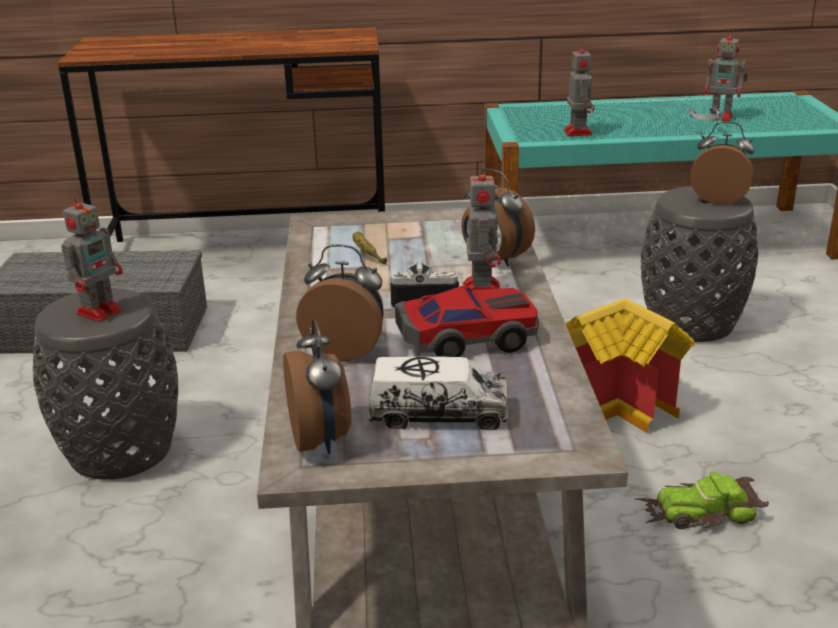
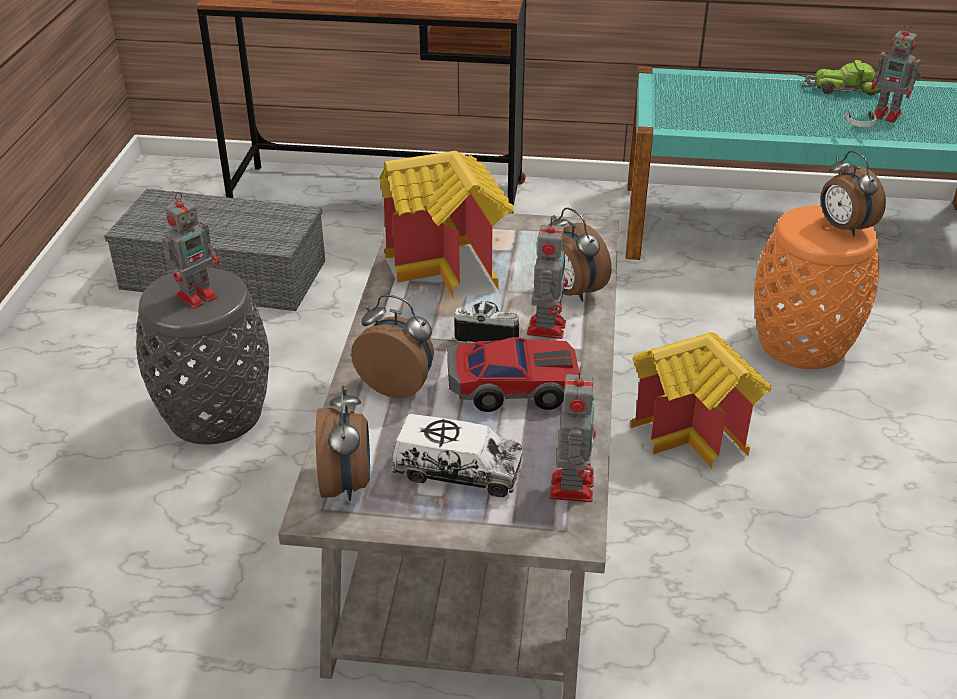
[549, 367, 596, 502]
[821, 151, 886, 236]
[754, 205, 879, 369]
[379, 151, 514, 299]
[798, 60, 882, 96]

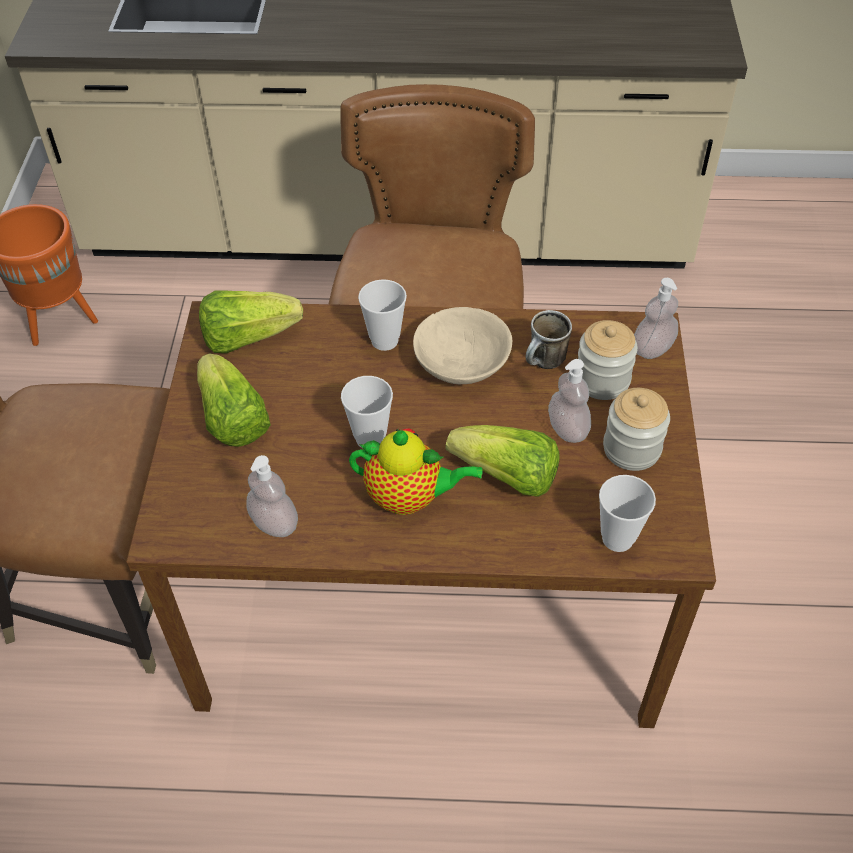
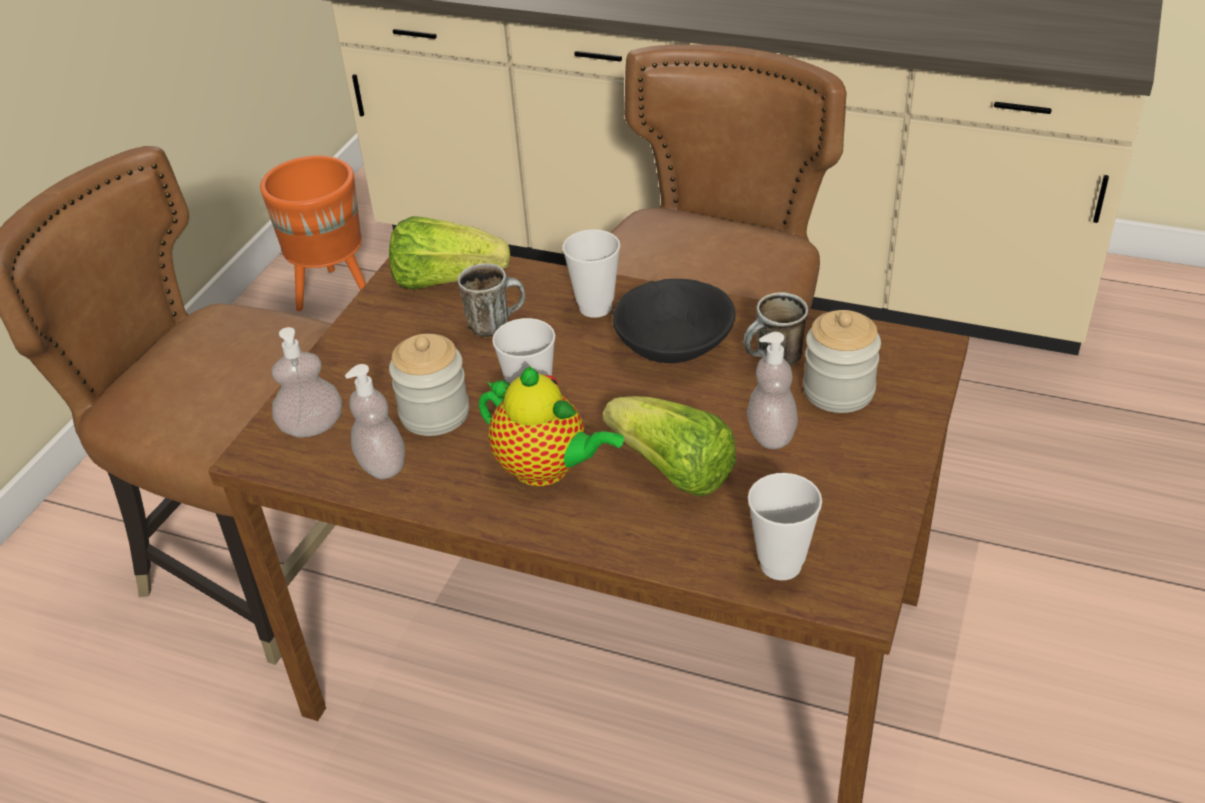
[272, 327, 342, 438]
[613, 279, 736, 363]
[197, 353, 271, 447] (first image)
[389, 334, 469, 436]
[458, 263, 525, 337]

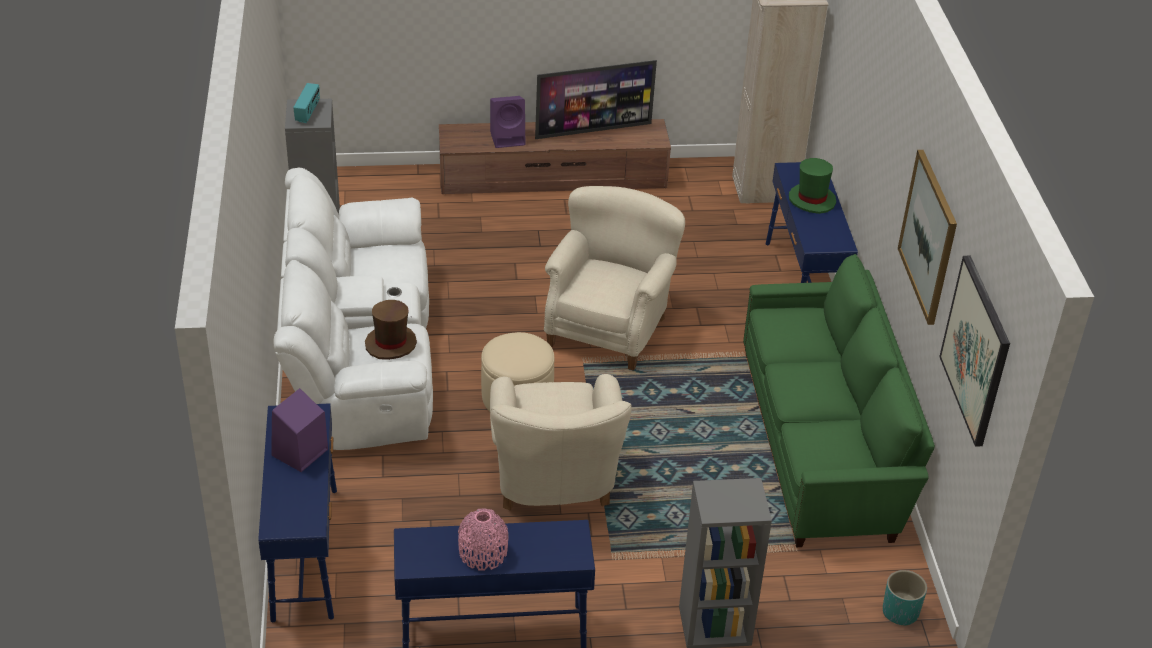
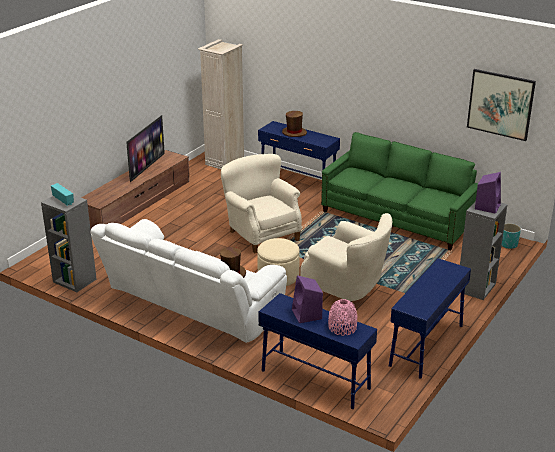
[475, 172, 501, 214]
[898, 150, 957, 325] (first image)
[282, 111, 307, 137]
[328, 299, 357, 336]

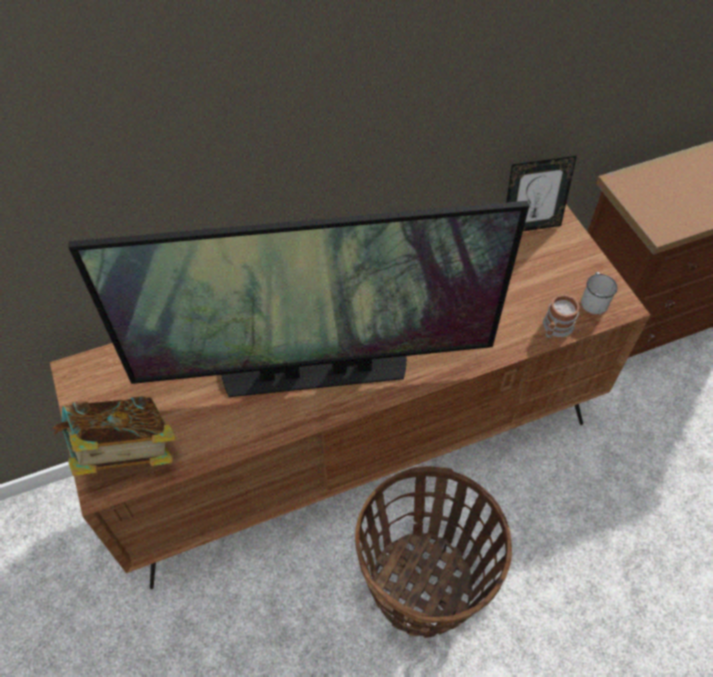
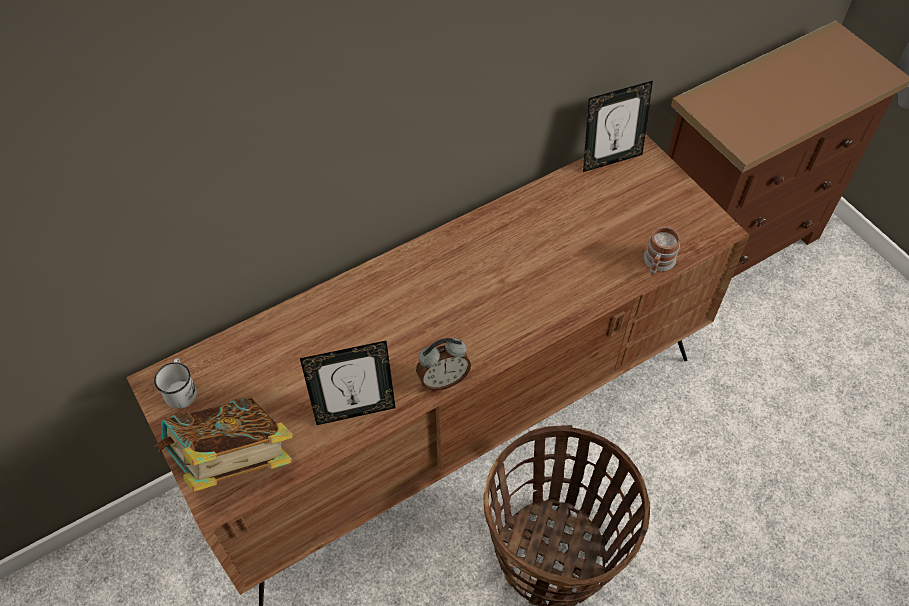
[68, 201, 529, 397] (first image)
[154, 358, 197, 409]
[416, 338, 471, 391]
[300, 341, 395, 425]

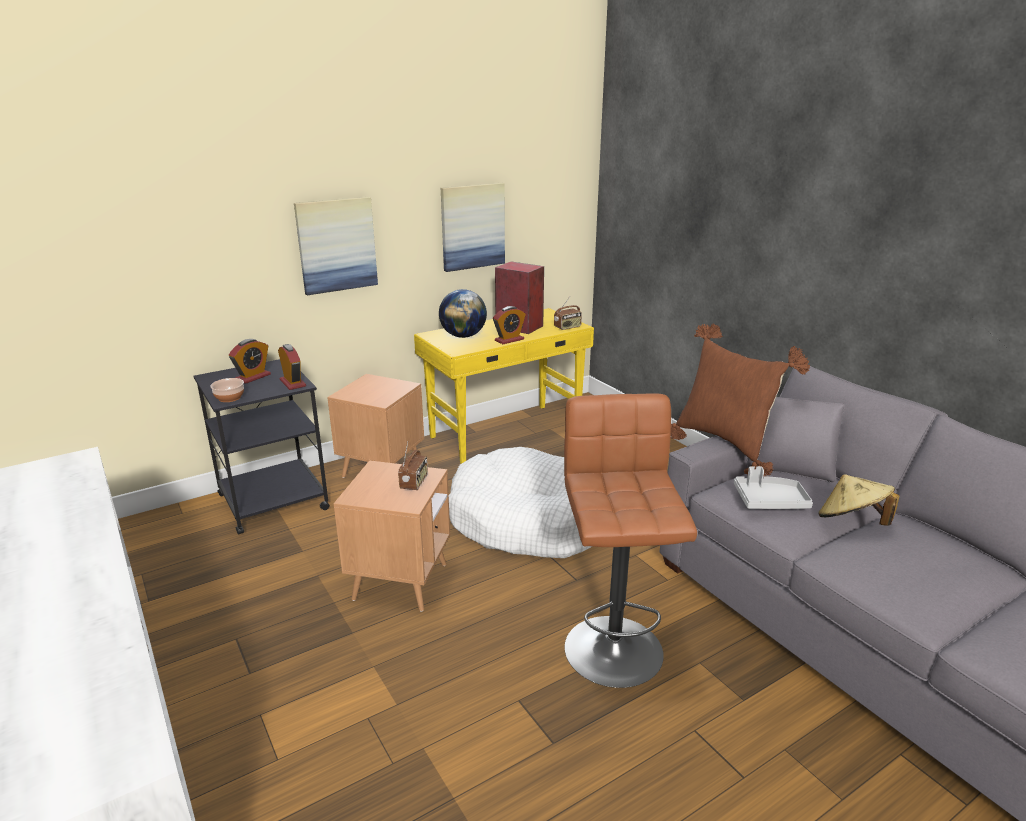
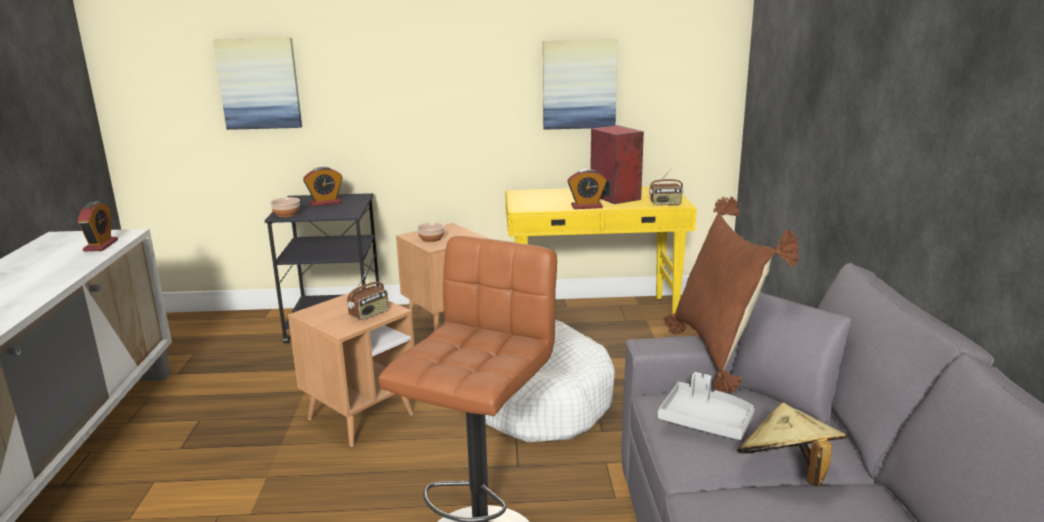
[213, 38, 302, 130]
[439, 289, 487, 338] (first image)
[78, 202, 118, 252]
[417, 223, 444, 242]

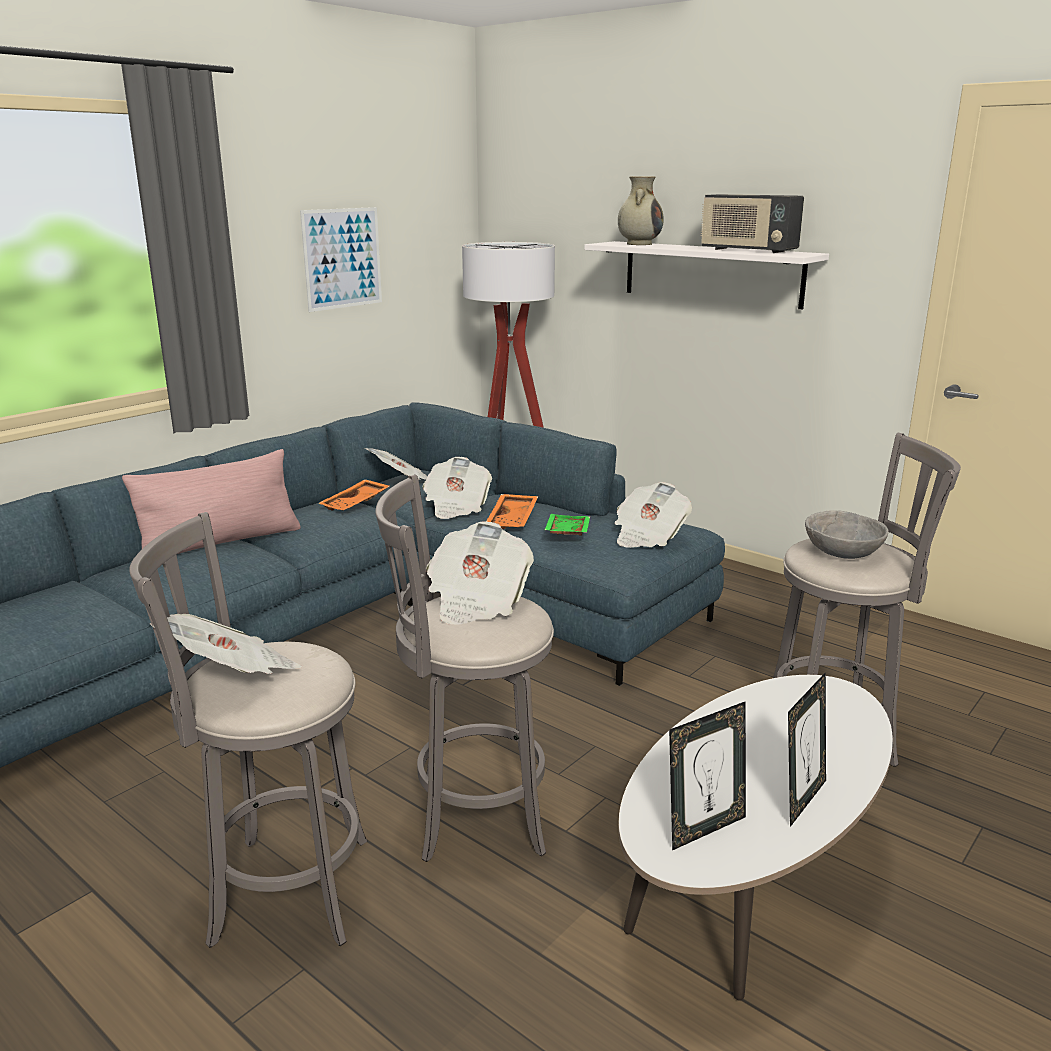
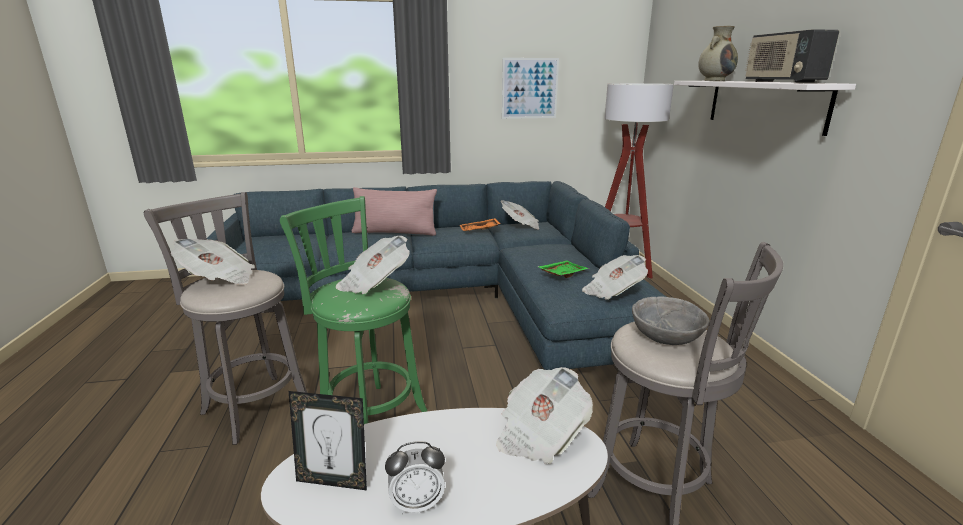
[496, 367, 593, 464]
[280, 196, 427, 424]
[486, 494, 538, 529] (first image)
[385, 441, 445, 514]

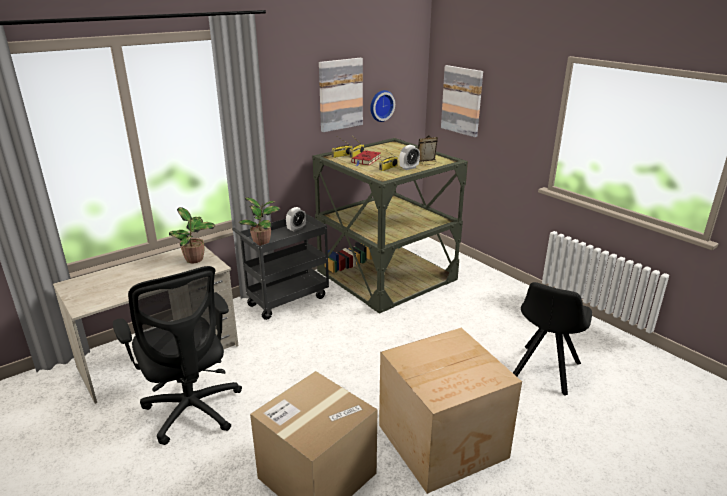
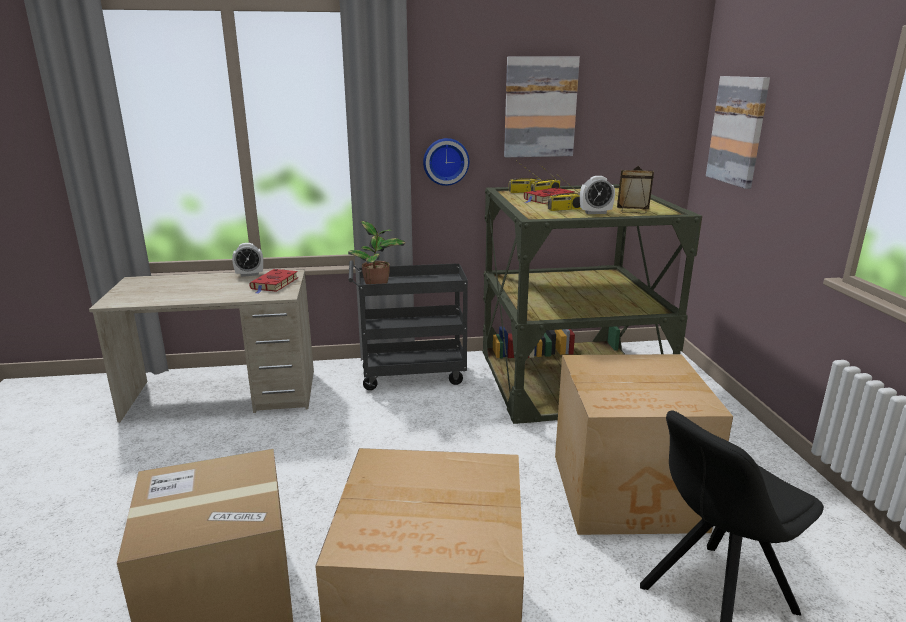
[423, 138, 469, 186]
[250, 269, 298, 293]
[232, 243, 263, 277]
[113, 266, 242, 445] (first image)
[555, 354, 733, 535]

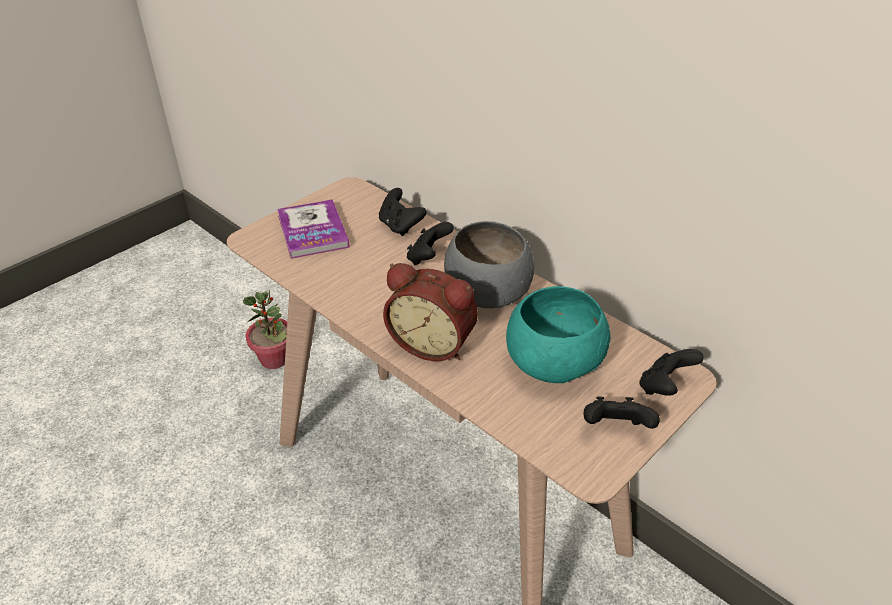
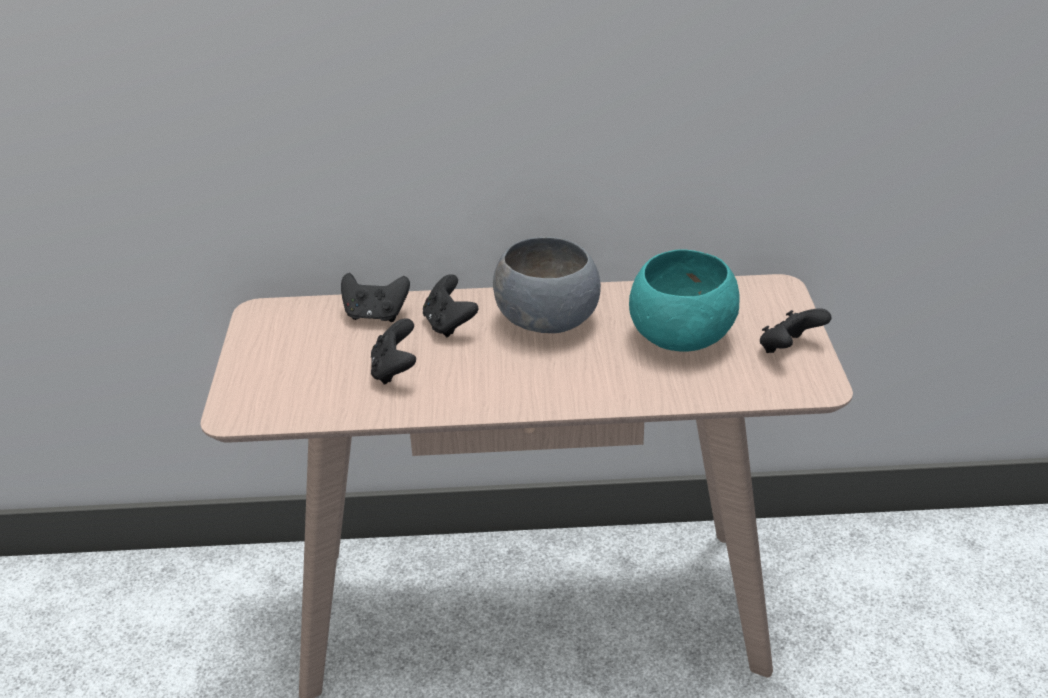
[277, 199, 350, 259] (first image)
[383, 263, 478, 361] (first image)
[243, 290, 287, 369] (first image)
[371, 318, 416, 385]

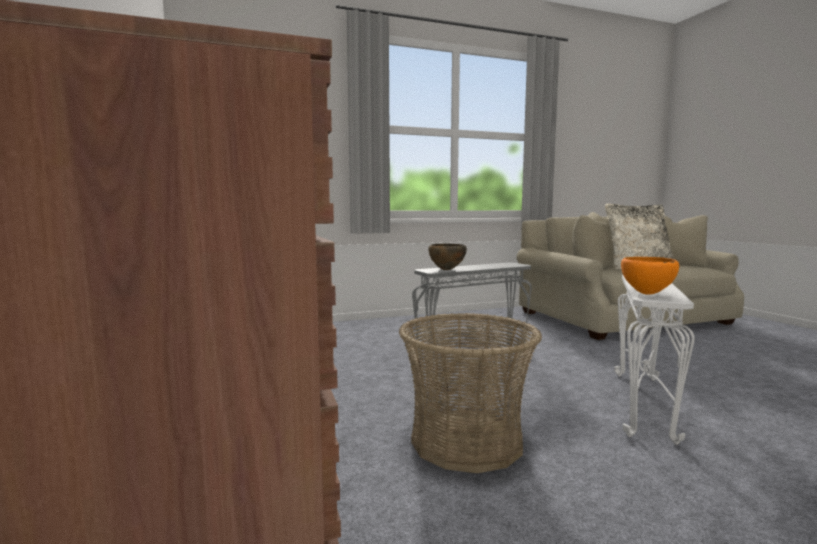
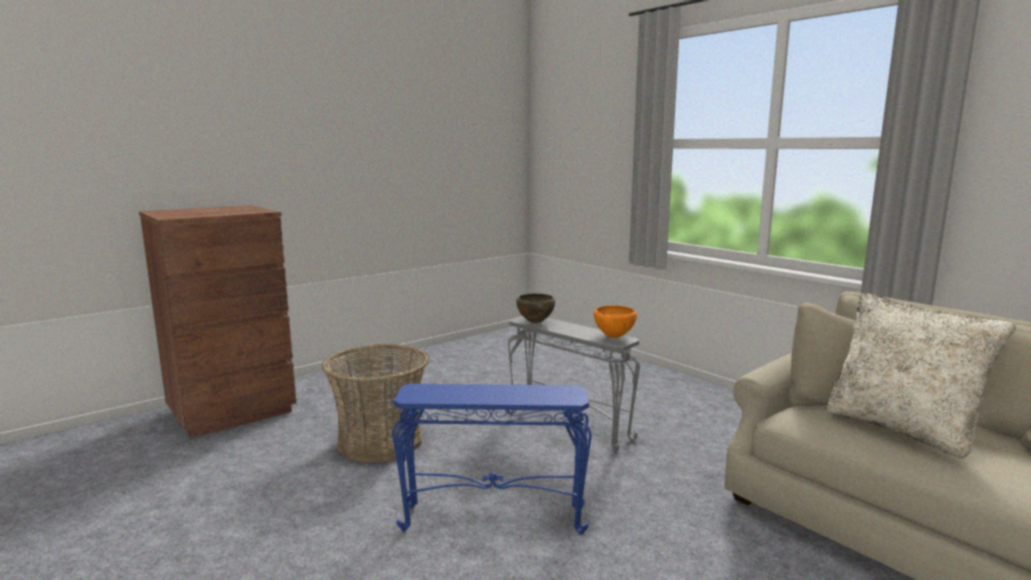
[594, 305, 637, 338]
[392, 384, 592, 535]

